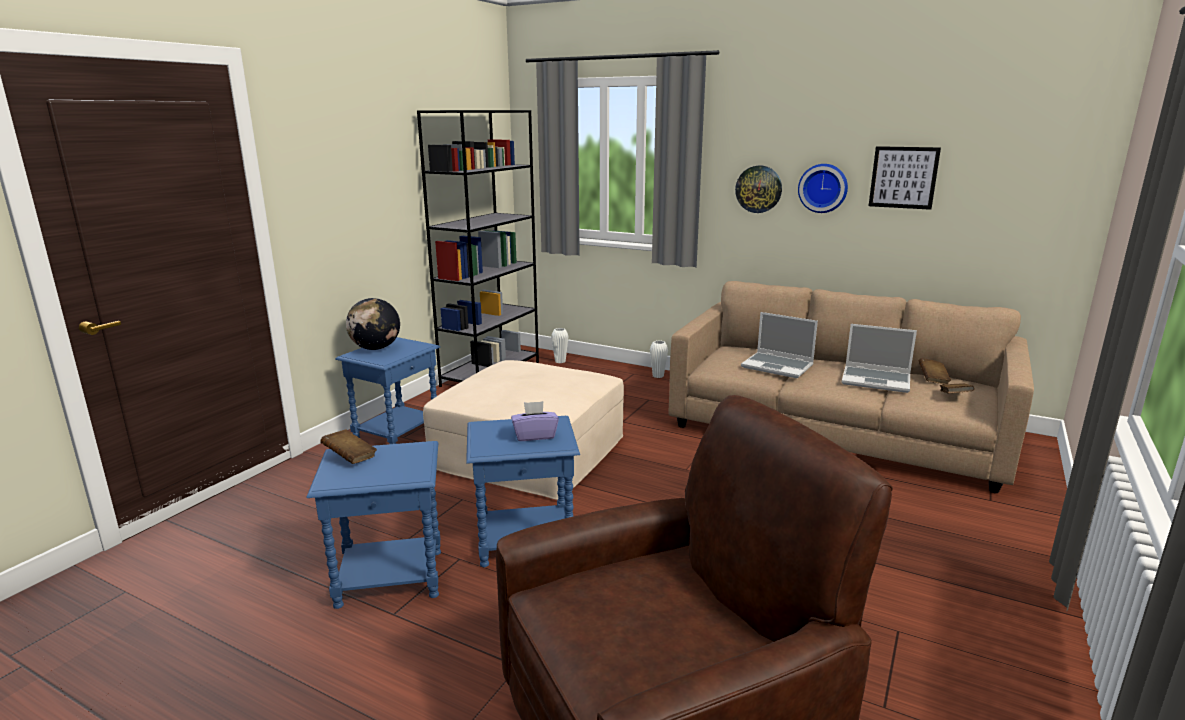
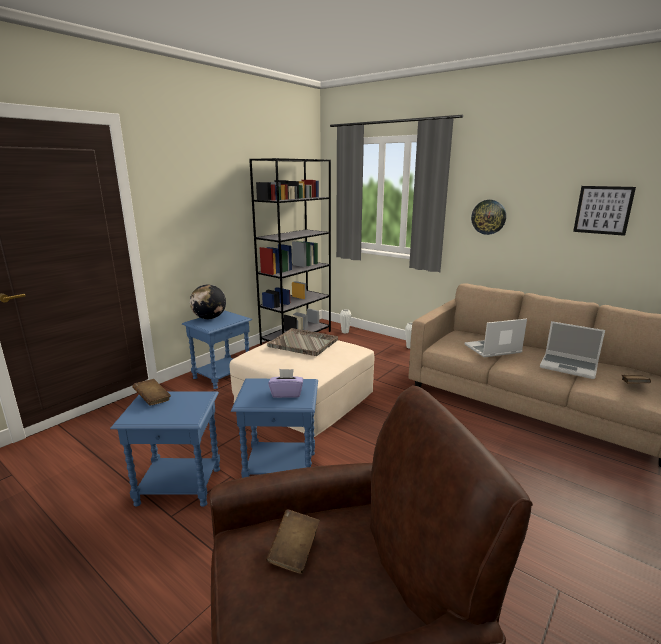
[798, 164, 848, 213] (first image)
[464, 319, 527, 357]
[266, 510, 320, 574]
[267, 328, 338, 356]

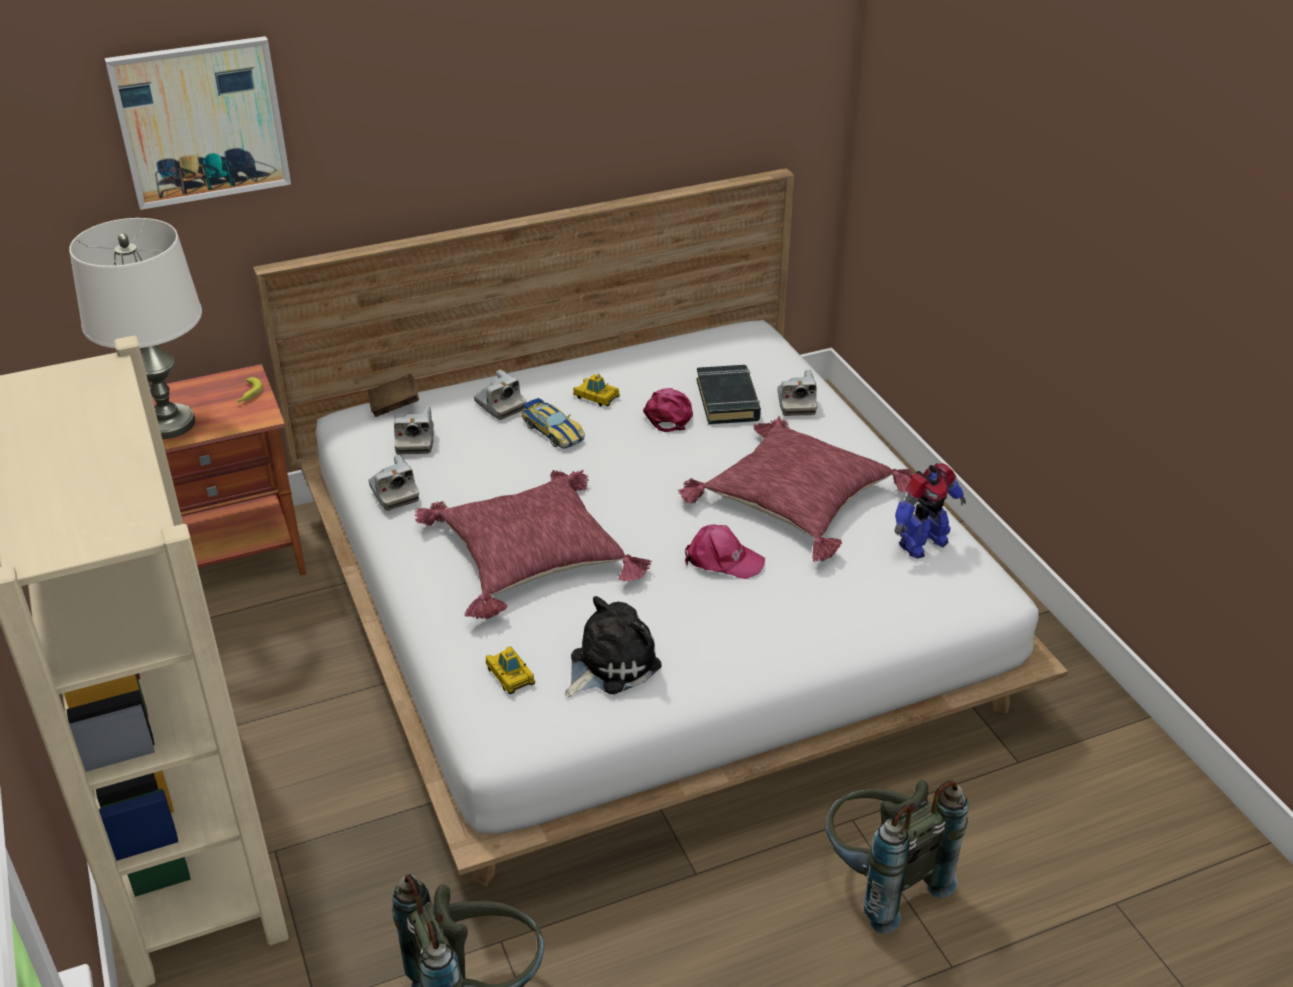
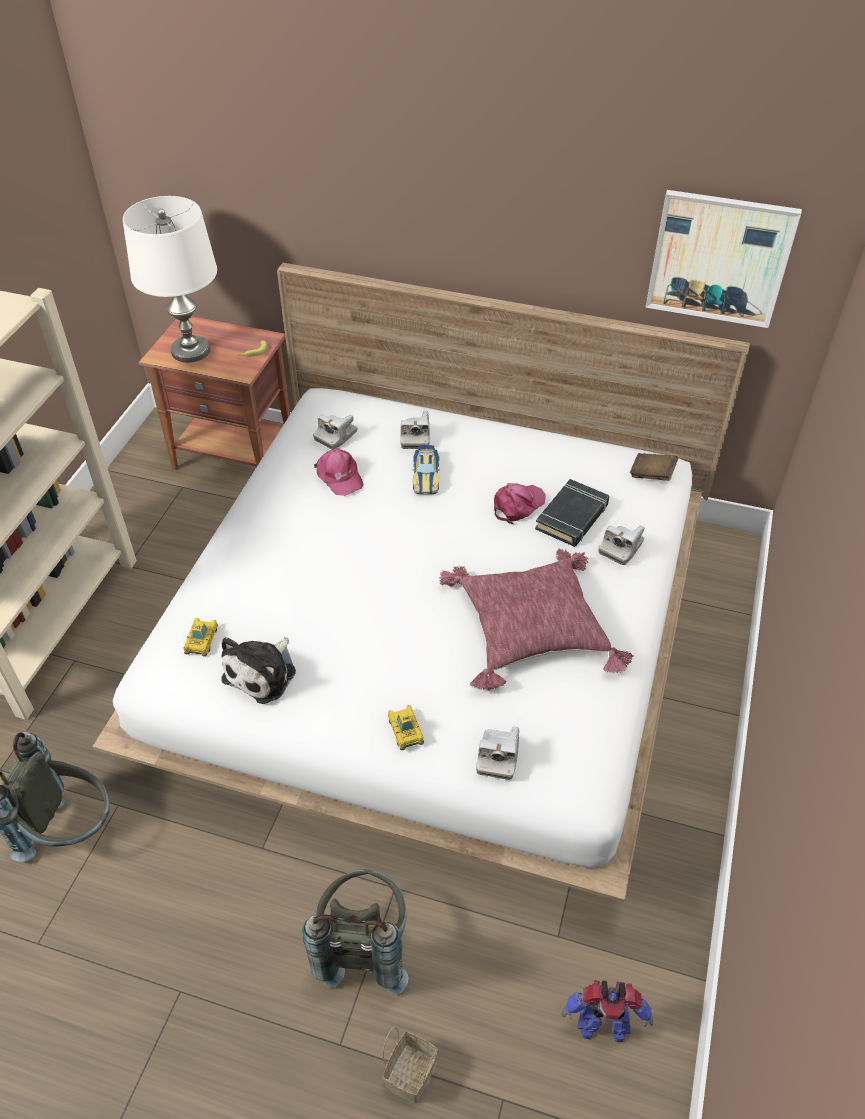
[646, 190, 802, 328]
[630, 453, 678, 481]
[388, 705, 424, 750]
[476, 726, 519, 780]
[562, 980, 653, 1042]
[414, 470, 652, 619] (first image)
[314, 448, 364, 496]
[221, 637, 296, 704]
[383, 1026, 438, 1104]

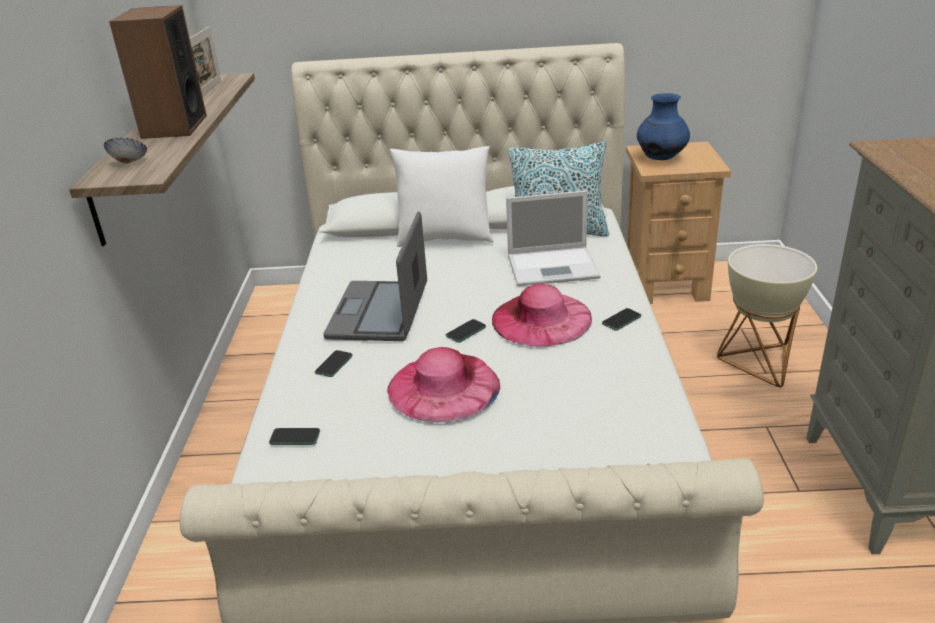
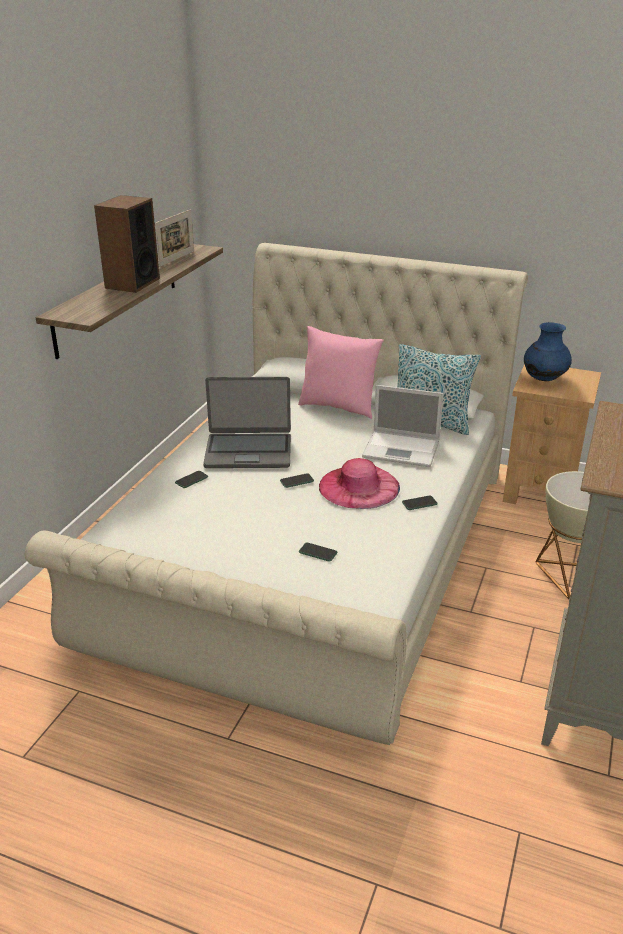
[104, 137, 147, 163] (first image)
[298, 326, 384, 419]
[203, 377, 291, 468]
[387, 347, 500, 422] (first image)
[299, 543, 337, 562]

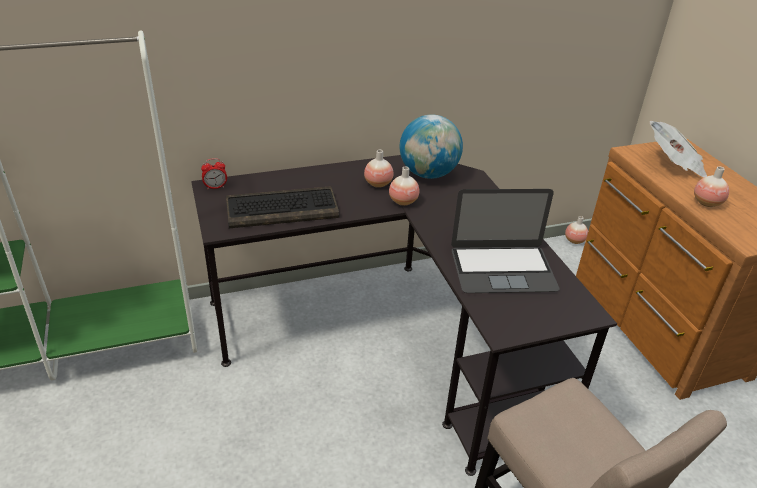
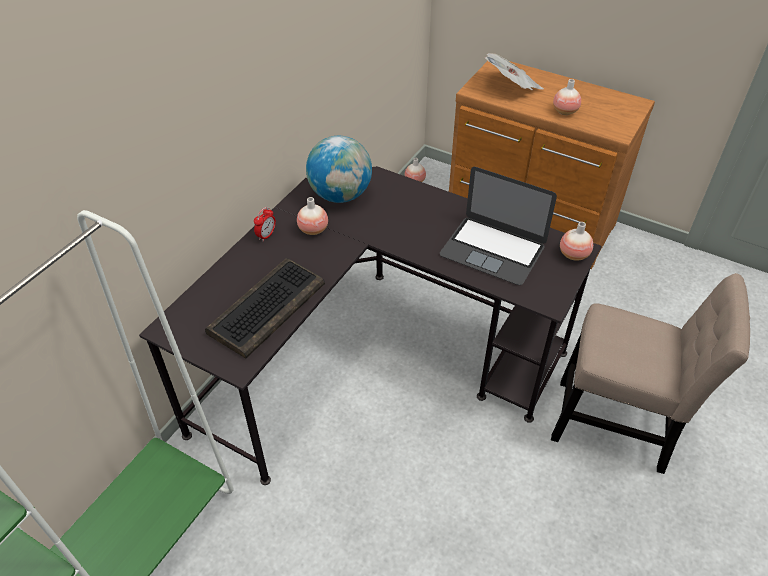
[254, 207, 276, 241]
[560, 222, 593, 260]
[440, 167, 557, 285]

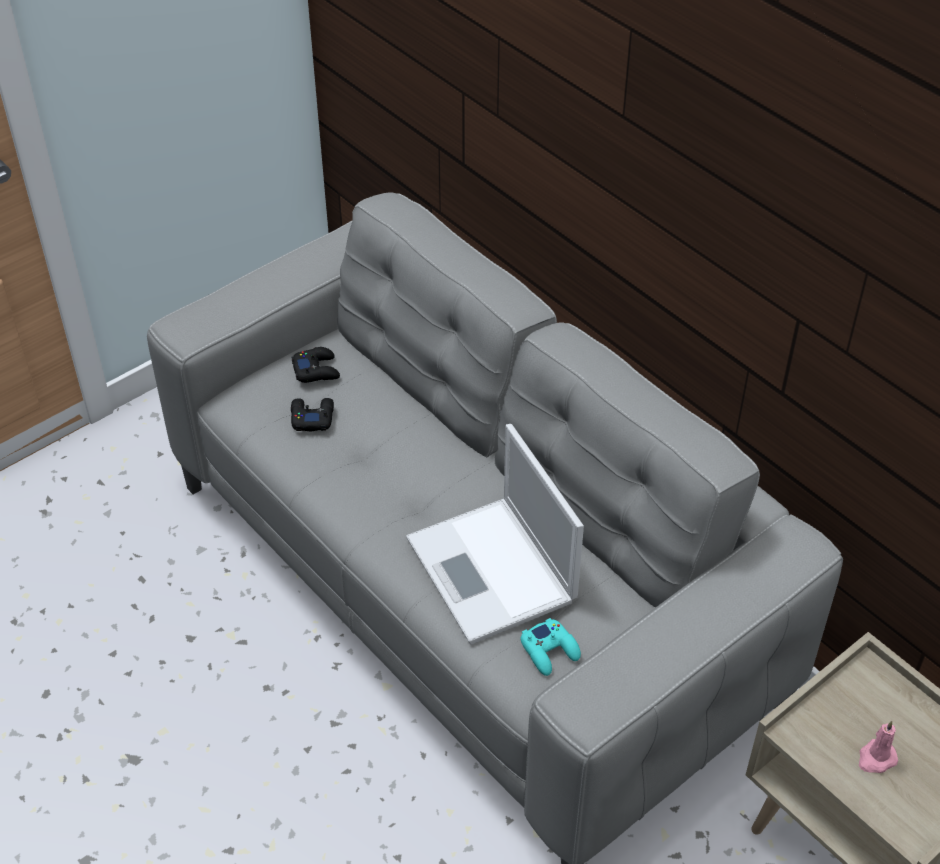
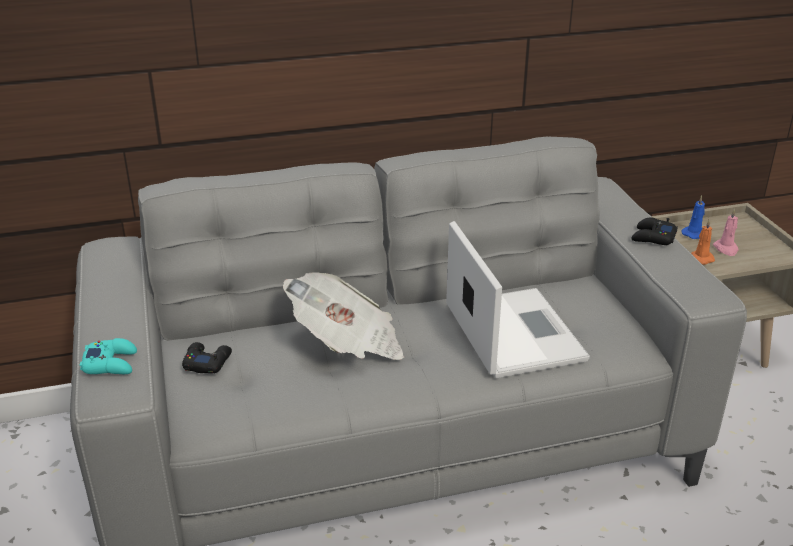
[632, 217, 678, 245]
[446, 221, 590, 378]
[80, 338, 137, 374]
[681, 195, 705, 239]
[691, 220, 715, 265]
[283, 273, 404, 360]

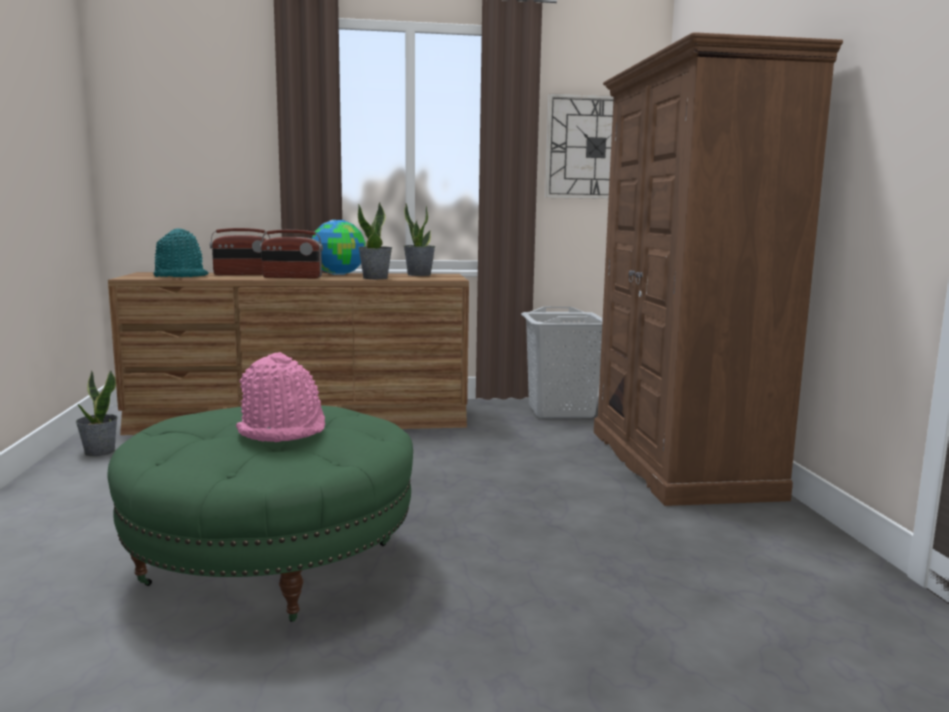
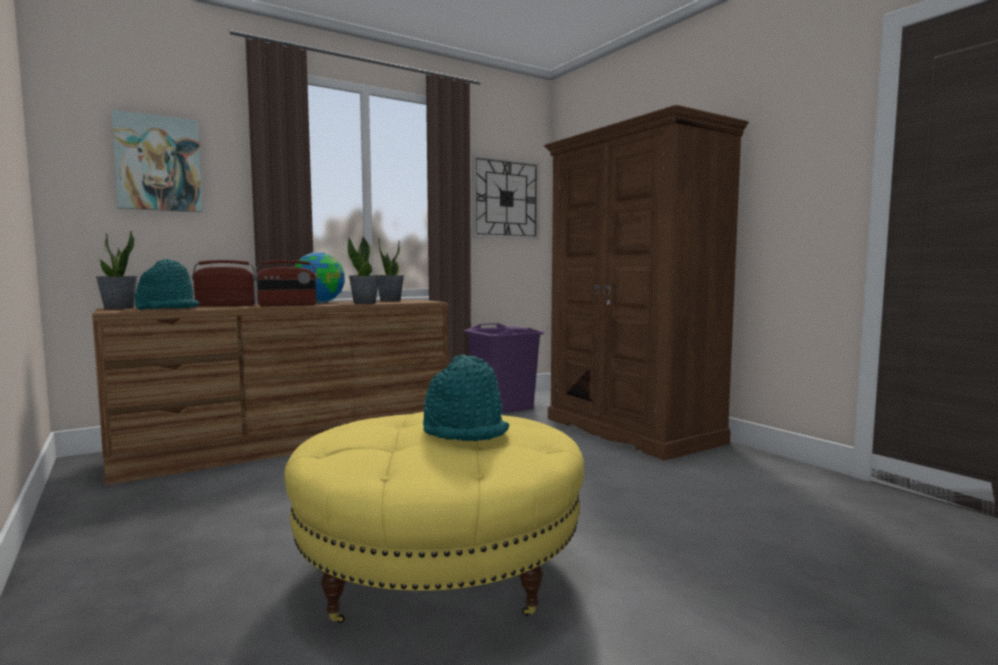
[192, 260, 256, 306]
[464, 323, 545, 414]
[423, 354, 509, 441]
[96, 230, 138, 309]
[284, 412, 584, 623]
[111, 109, 203, 212]

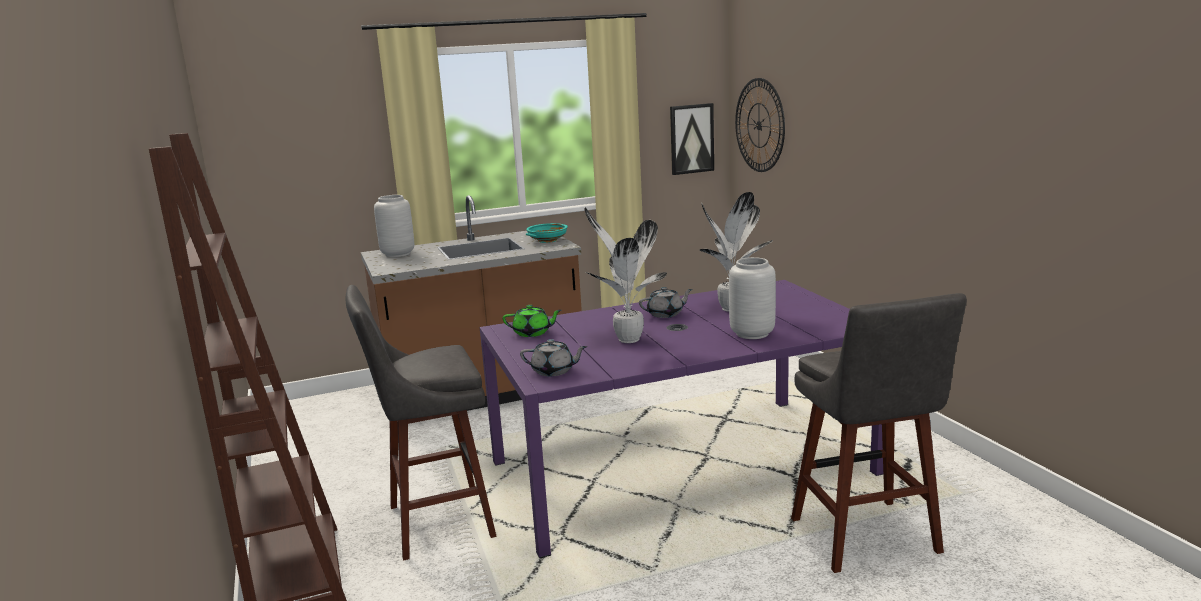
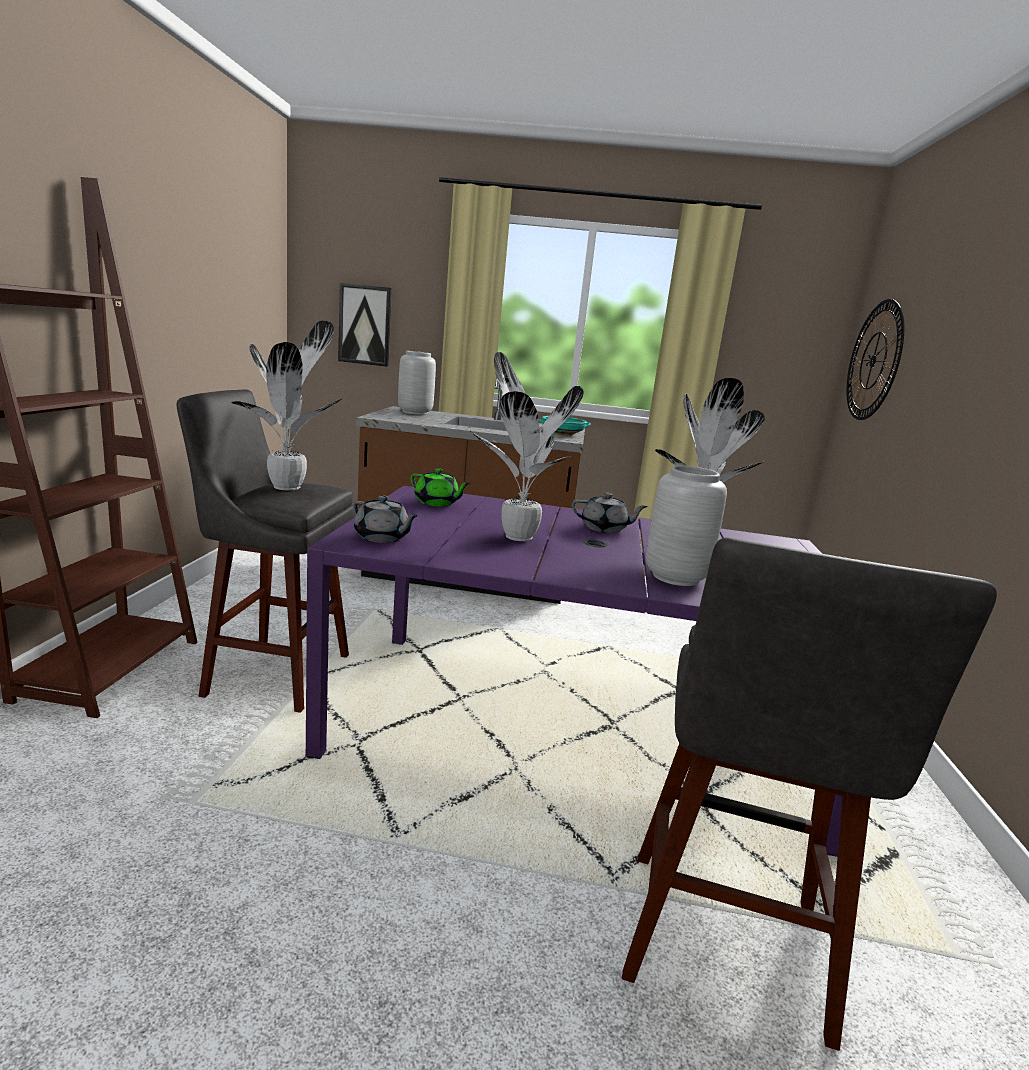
[338, 283, 392, 367]
[231, 321, 342, 490]

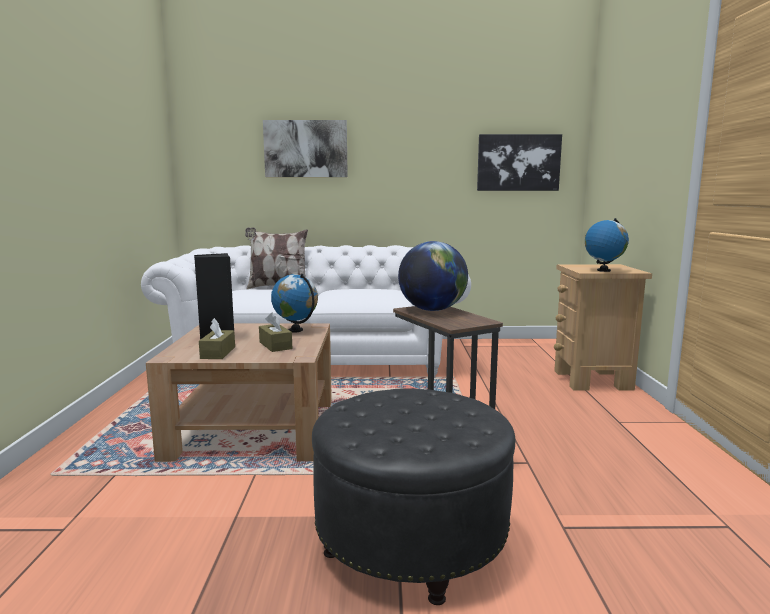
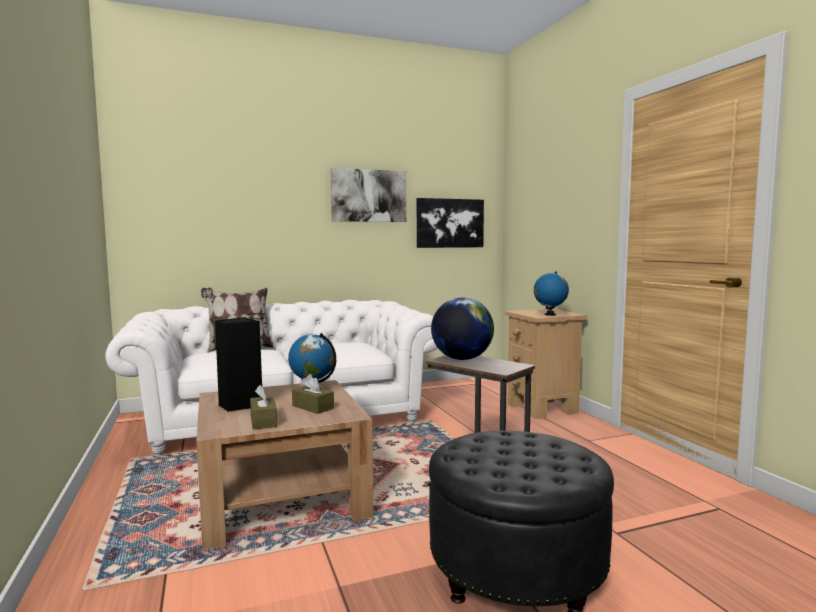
[331, 168, 406, 222]

